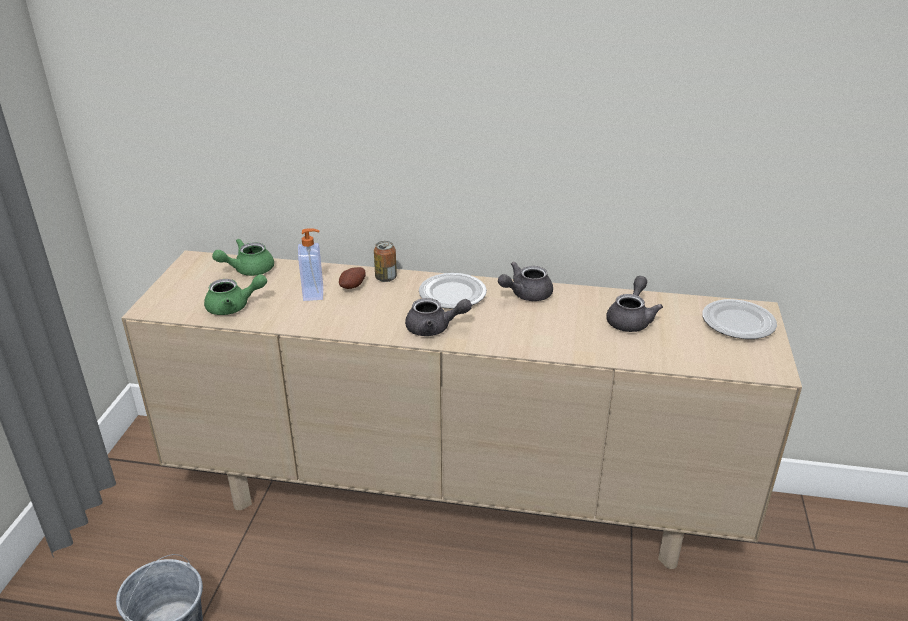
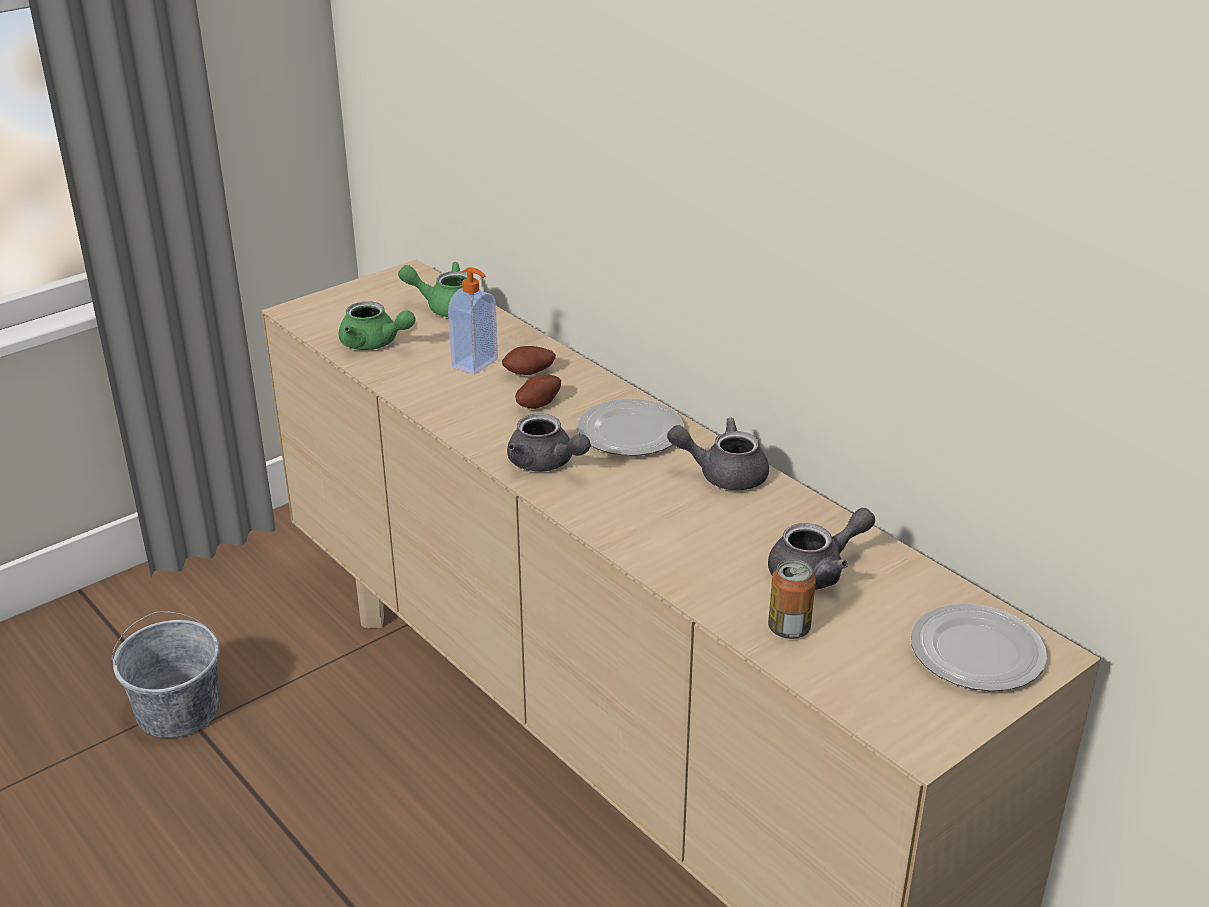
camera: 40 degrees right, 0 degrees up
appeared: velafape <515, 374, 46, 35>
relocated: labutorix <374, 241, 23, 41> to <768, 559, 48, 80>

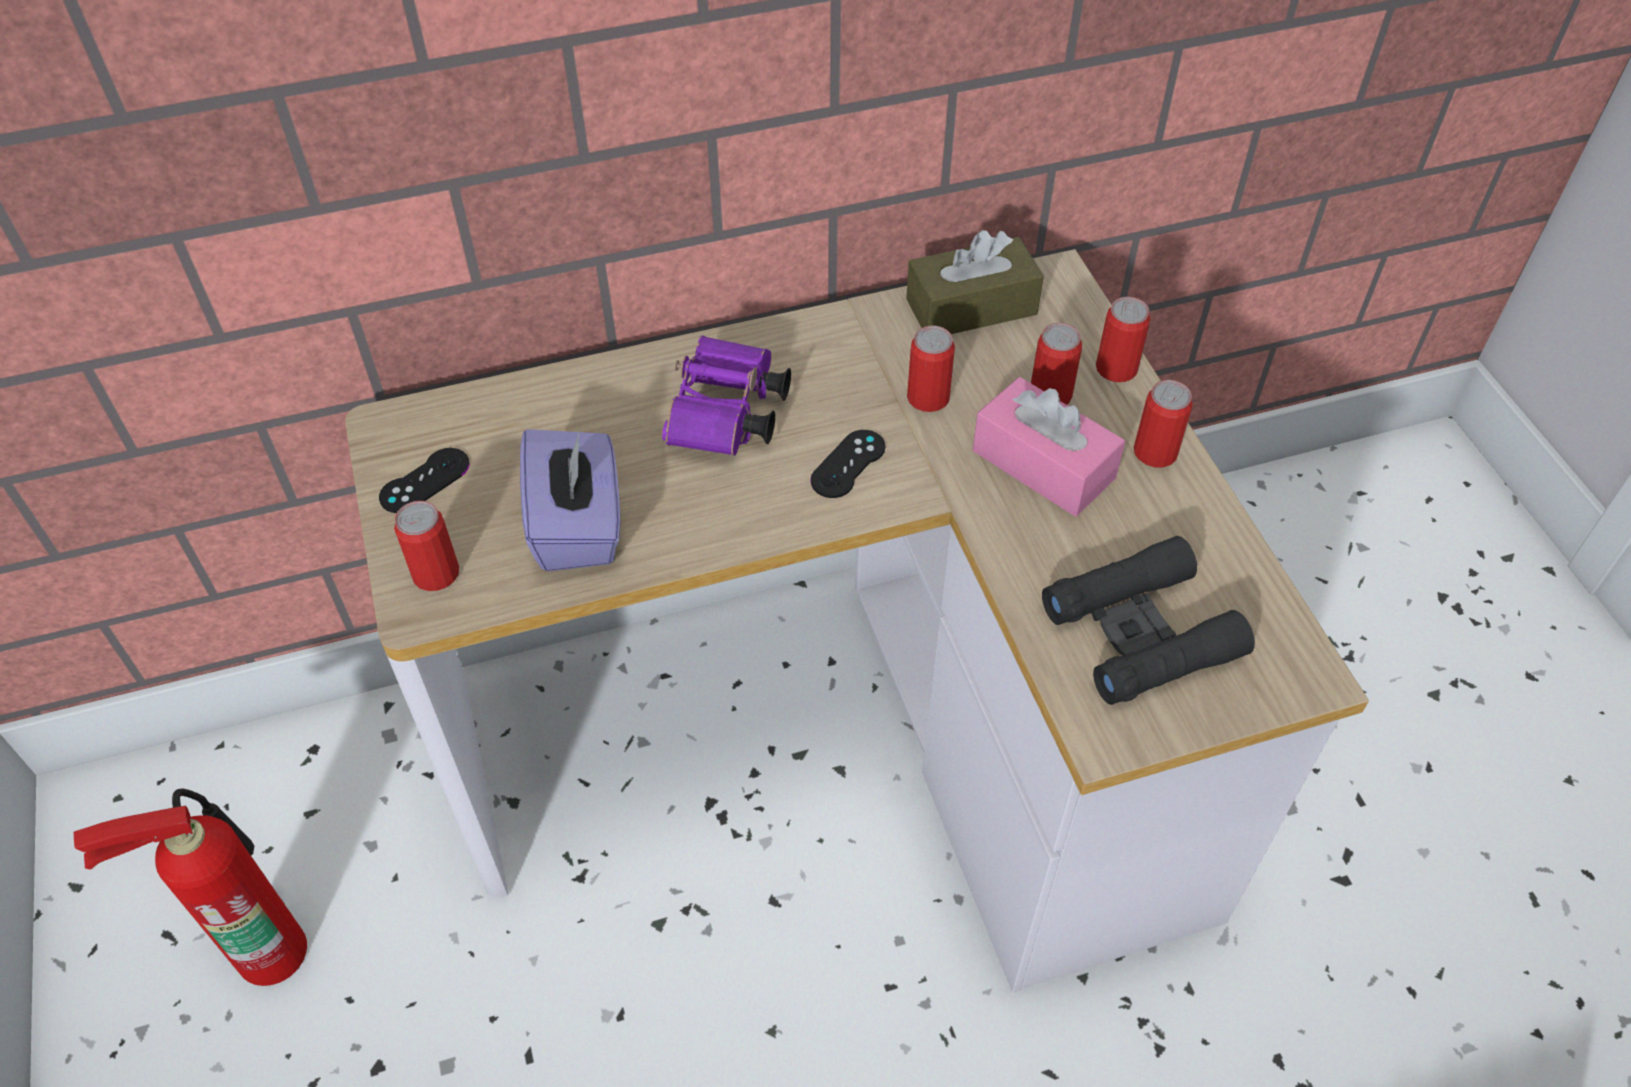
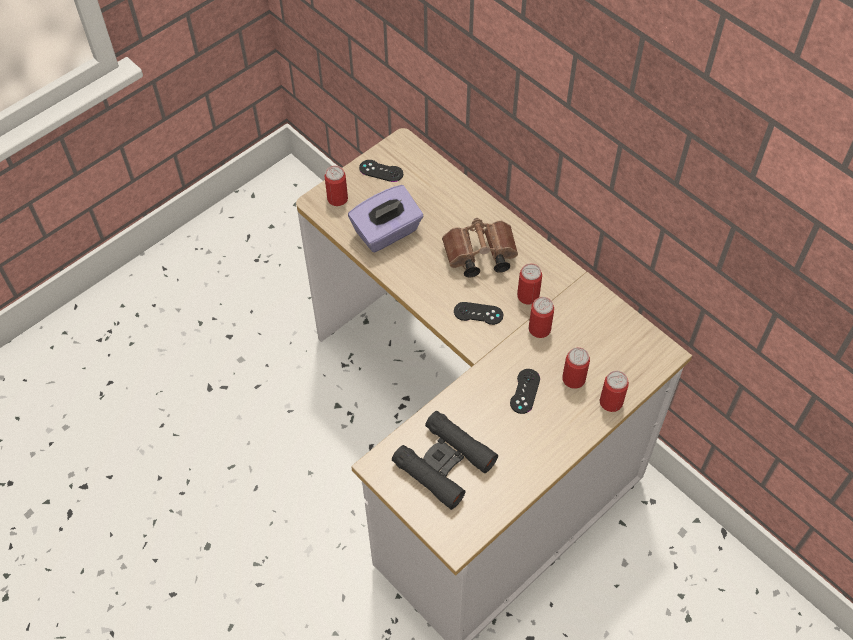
camera: 65 degrees right, 5 degrees up
missing: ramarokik <74, 789, 233, 197>; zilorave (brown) <906, 230, 138, 104>
relocated: labutorix <1134, 380, 59, 88> to <517, 263, 25, 42>
exchanged: zilorave (pink) <973, 377, 152, 139> to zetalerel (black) <510, 369, 30, 45>
colour: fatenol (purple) <662, 336, 129, 120> to fatenol (brown) <442, 218, 76, 60>

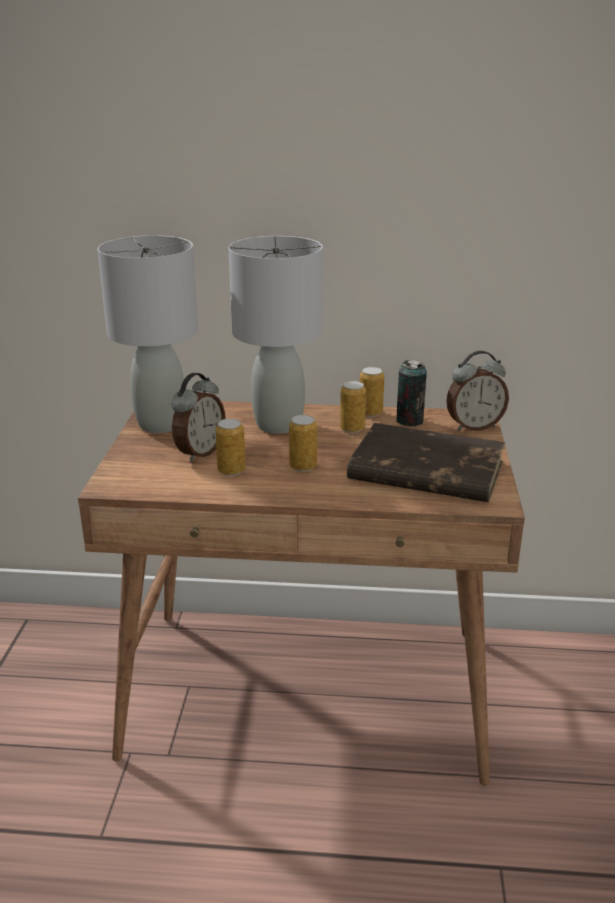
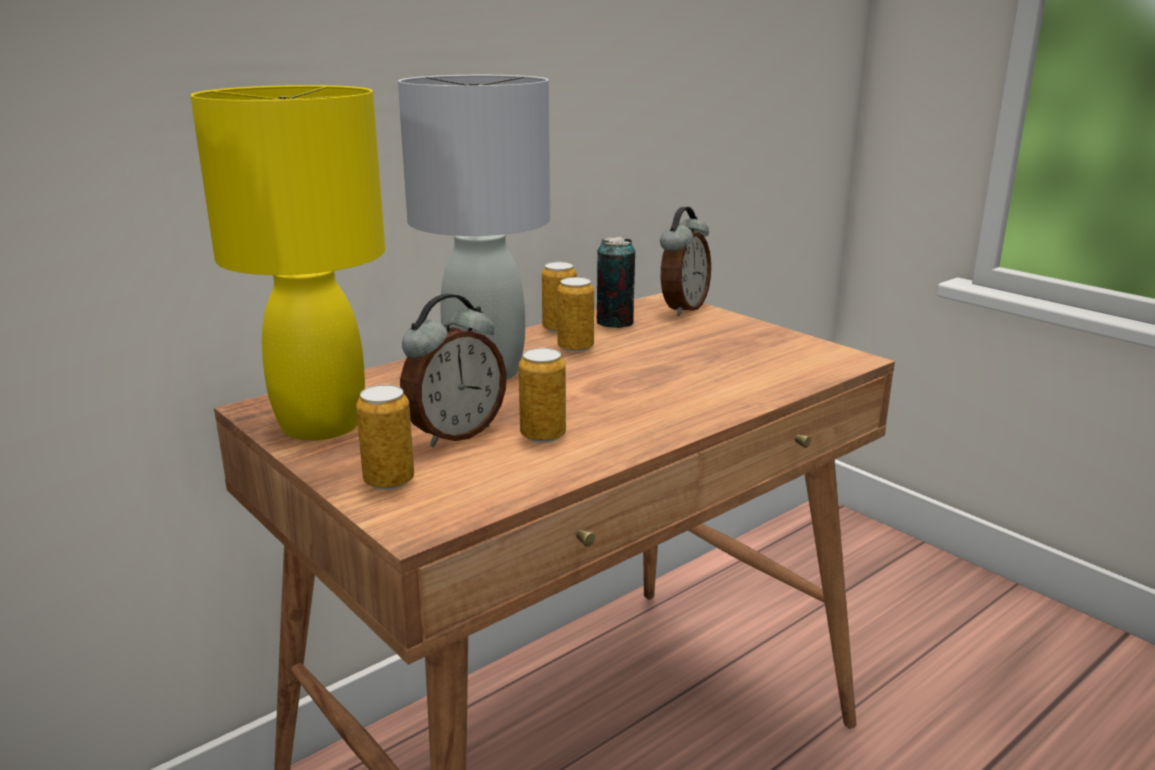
camera: 45 degrees left, 5 degrees down
missing: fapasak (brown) <347, 423, 158, 79>
relocated: labutorix <289, 415, 28, 57> to <356, 385, 58, 105>
colour: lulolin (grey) <97, 235, 101, 198> to lulolin (yellow) <190, 85, 195, 355>
spun: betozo <171, 373, 54, 89> = <400, 294, 106, 153> 60 degrees clockwise

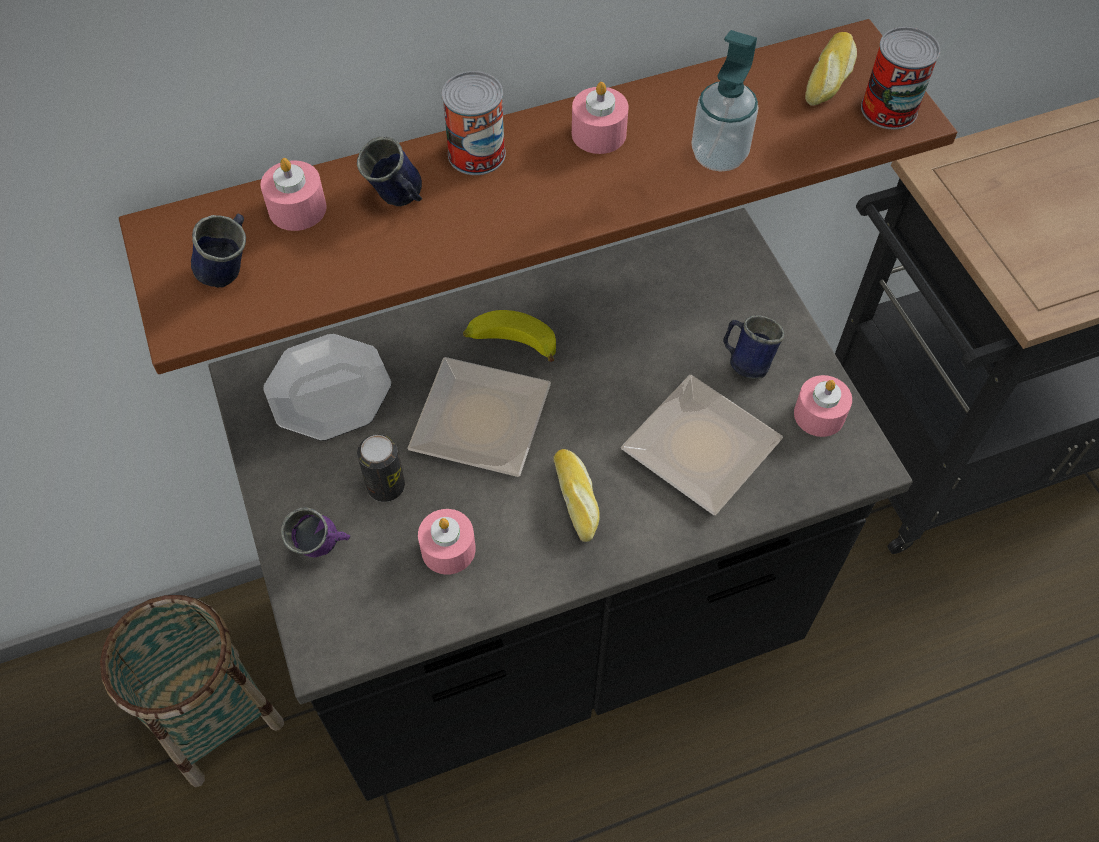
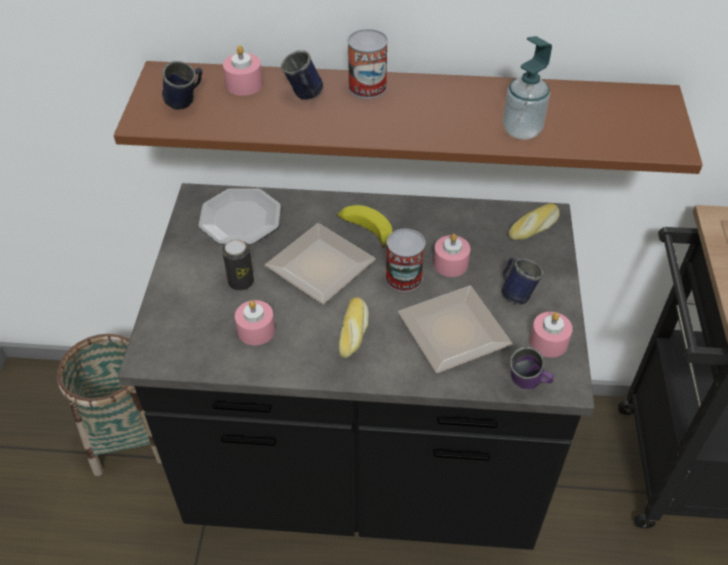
camera: 25 degrees right, 10 degrees down
relocated: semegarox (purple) <281, 508, 69, 49> to <510, 347, 44, 42>; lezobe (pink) <572, 82, 57, 72> to <433, 234, 37, 43>; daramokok <805, 32, 52, 74> to <508, 204, 52, 36>; labutorix <861, 27, 79, 102> to <386, 229, 39, 63>

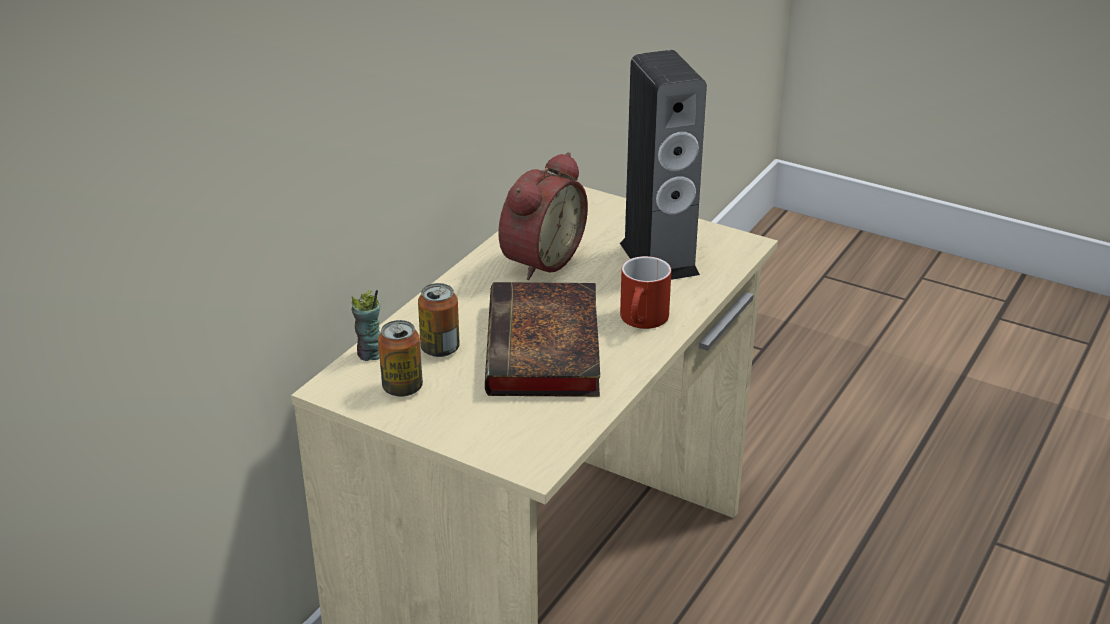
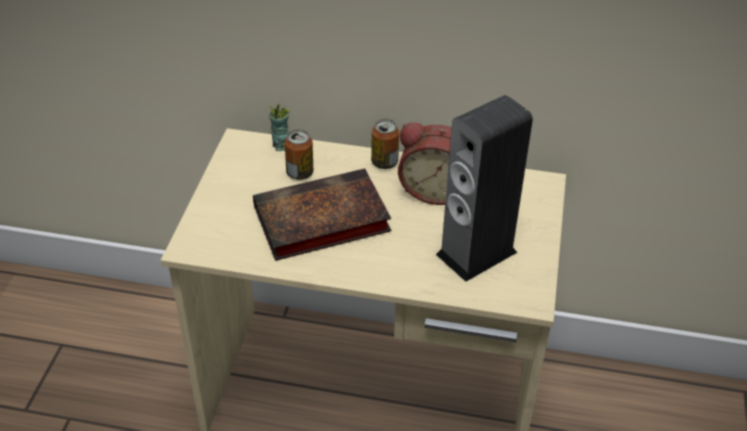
camera: 70 degrees right, 10 degrees up
missing: semegarox (red) <620, 256, 51, 73>
relocated: labutorix <378, 320, 45, 77> to <371, 119, 28, 50>

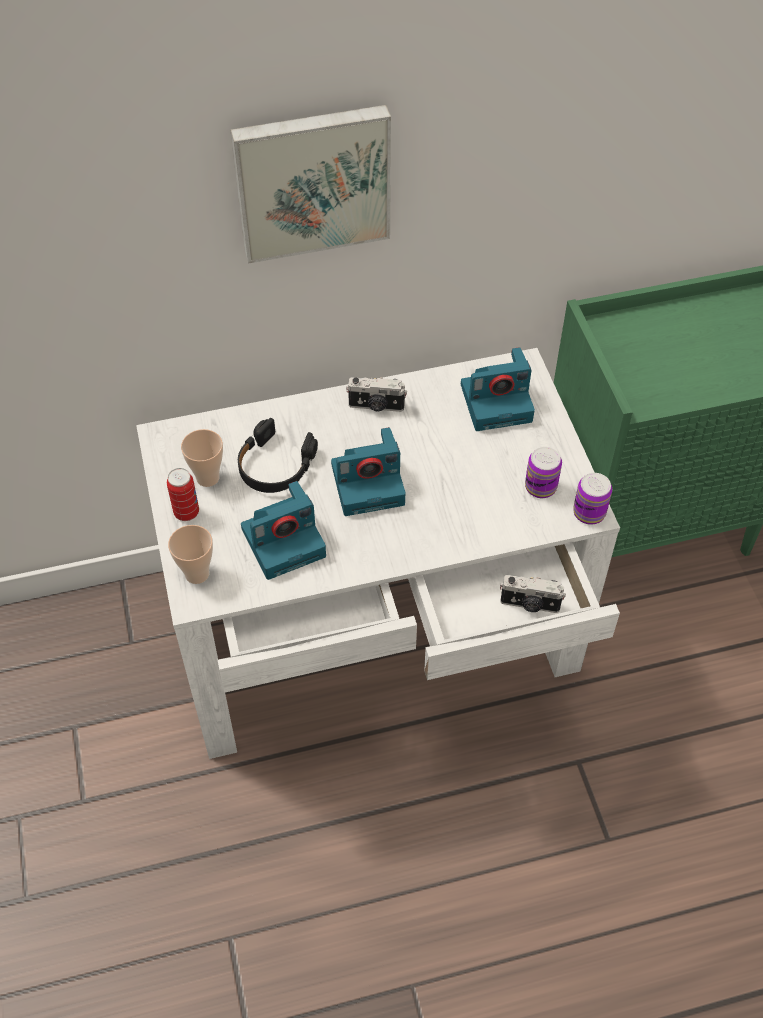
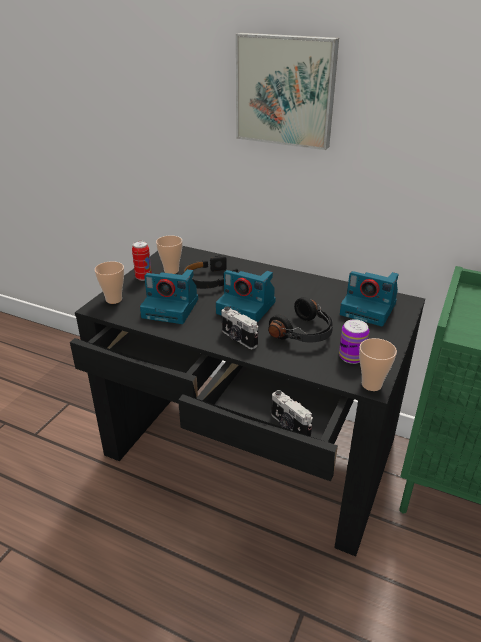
camera: 40 degrees right, 20 degrees down
appeared: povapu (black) <268, 297, 65, 45>
relocated: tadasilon <346, 377, 61, 35> to <221, 306, 37, 43>
exchanged: labutorix <573, 473, 39, 52> to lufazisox <359, 338, 38, 53>
colour: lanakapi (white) <136, 348, 484, 411> to lanakapi (black) <70, 246, 355, 311>

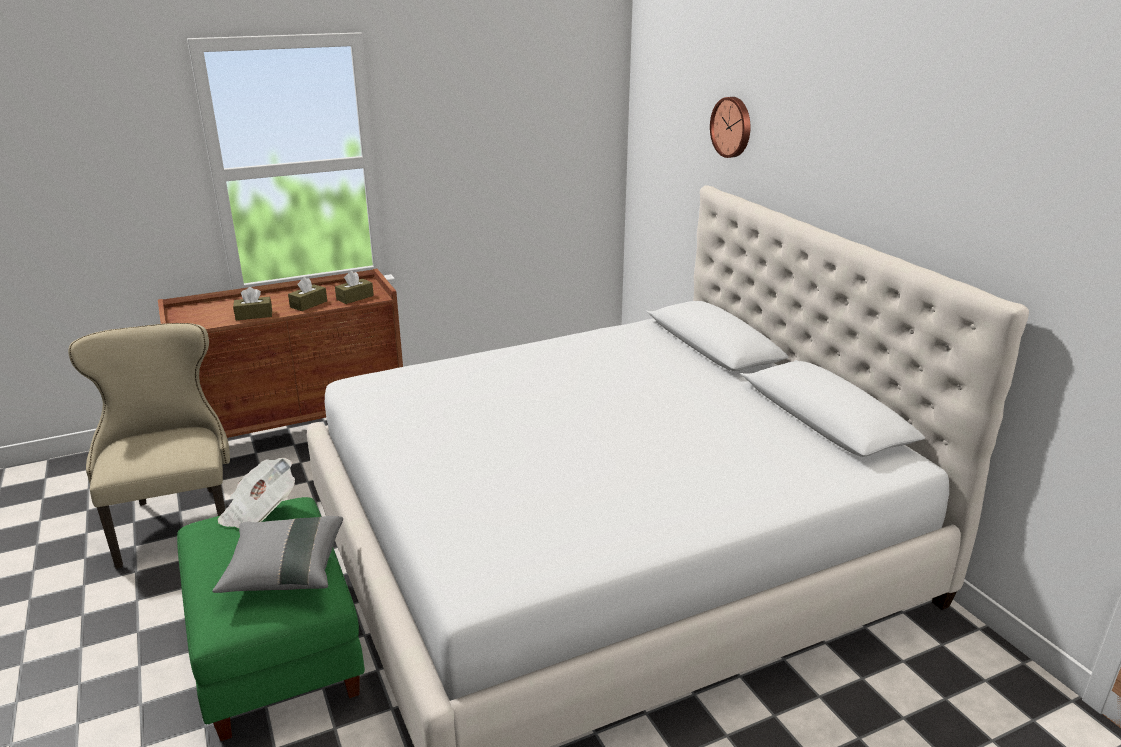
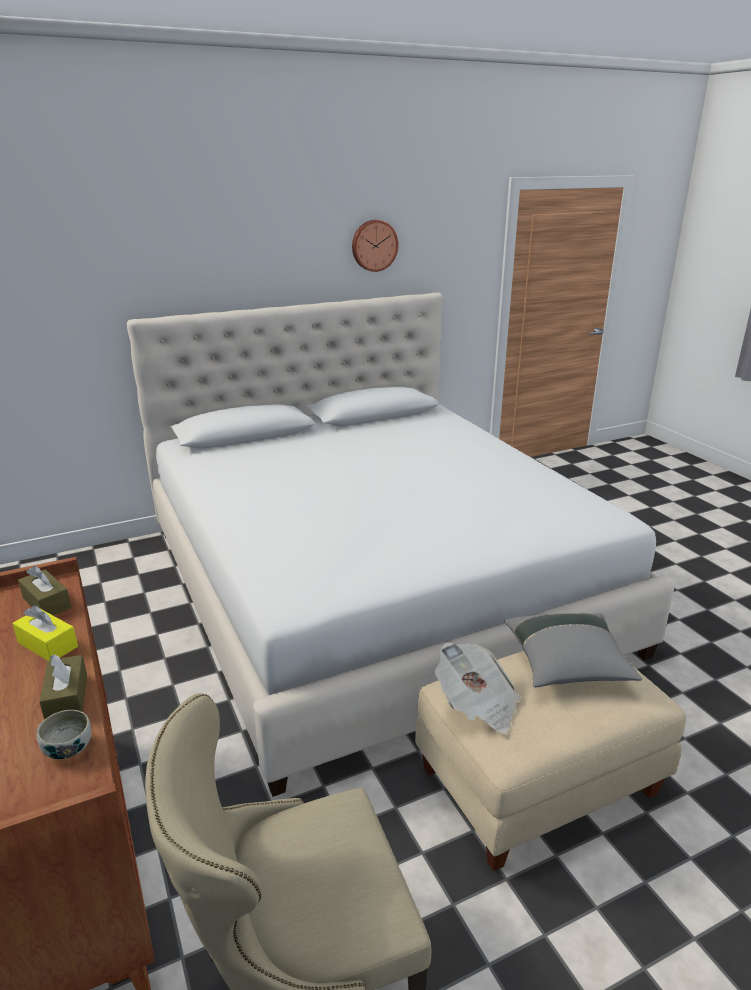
camera: 90 degrees left, 0 degrees up
appeared: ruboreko <37, 710, 54, 49>
relocated: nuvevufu <710, 97, 40, 61> to <352, 220, 47, 52>
colour: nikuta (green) <177, 497, 188, 244> to nikuta (beige) <415, 651, 271, 220>; zilorave (brown) <288, 277, 39, 34> to zilorave (yellow) <12, 605, 66, 56>

